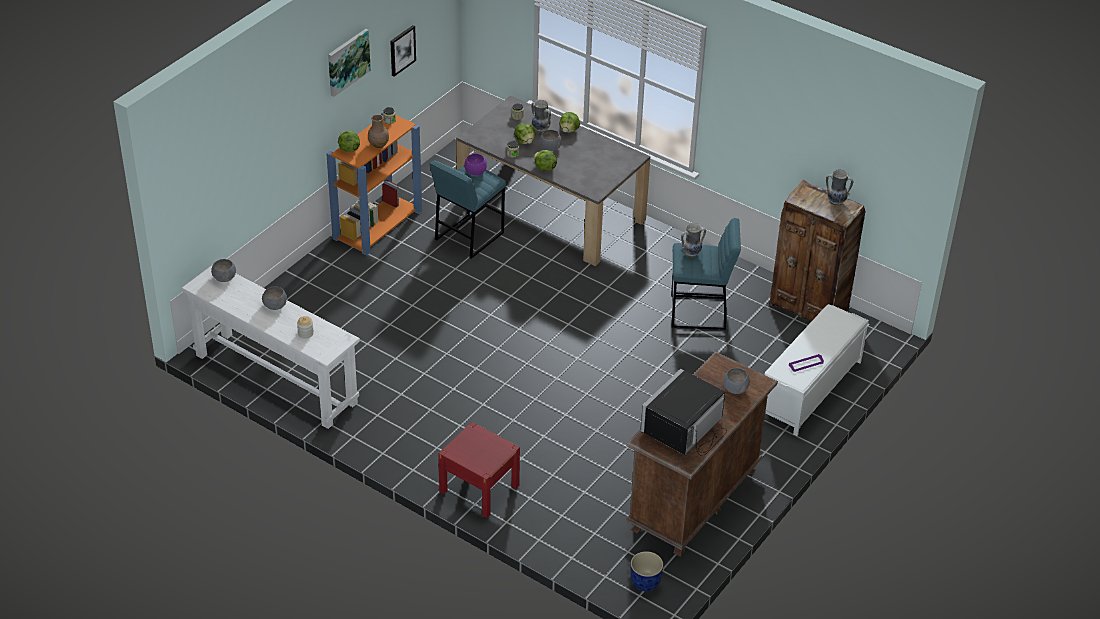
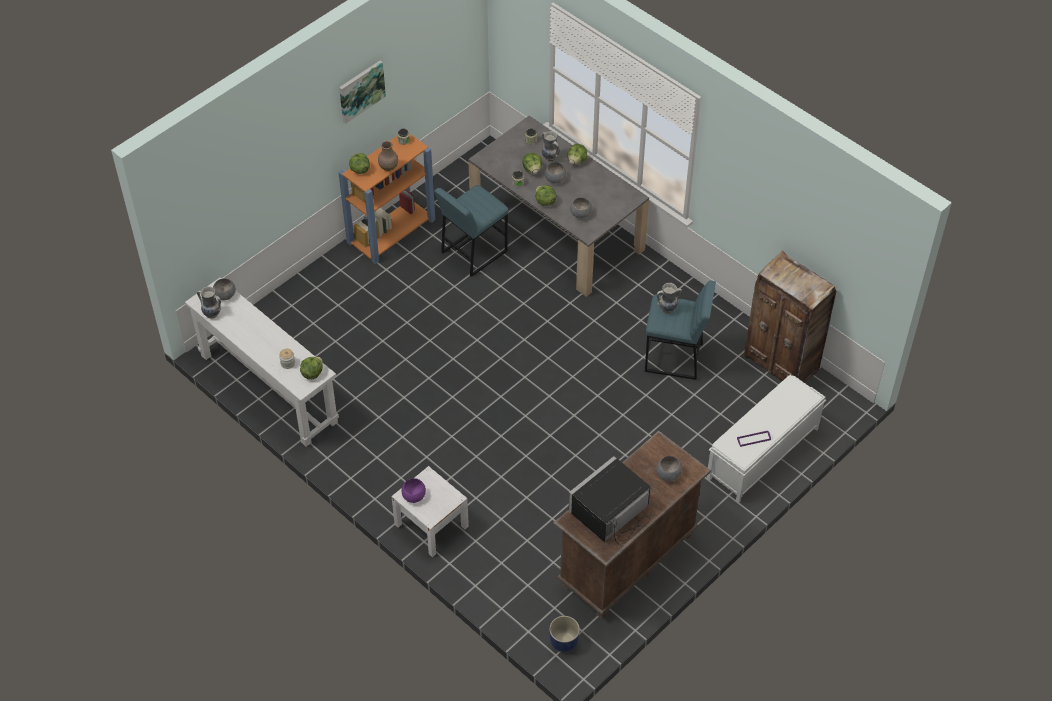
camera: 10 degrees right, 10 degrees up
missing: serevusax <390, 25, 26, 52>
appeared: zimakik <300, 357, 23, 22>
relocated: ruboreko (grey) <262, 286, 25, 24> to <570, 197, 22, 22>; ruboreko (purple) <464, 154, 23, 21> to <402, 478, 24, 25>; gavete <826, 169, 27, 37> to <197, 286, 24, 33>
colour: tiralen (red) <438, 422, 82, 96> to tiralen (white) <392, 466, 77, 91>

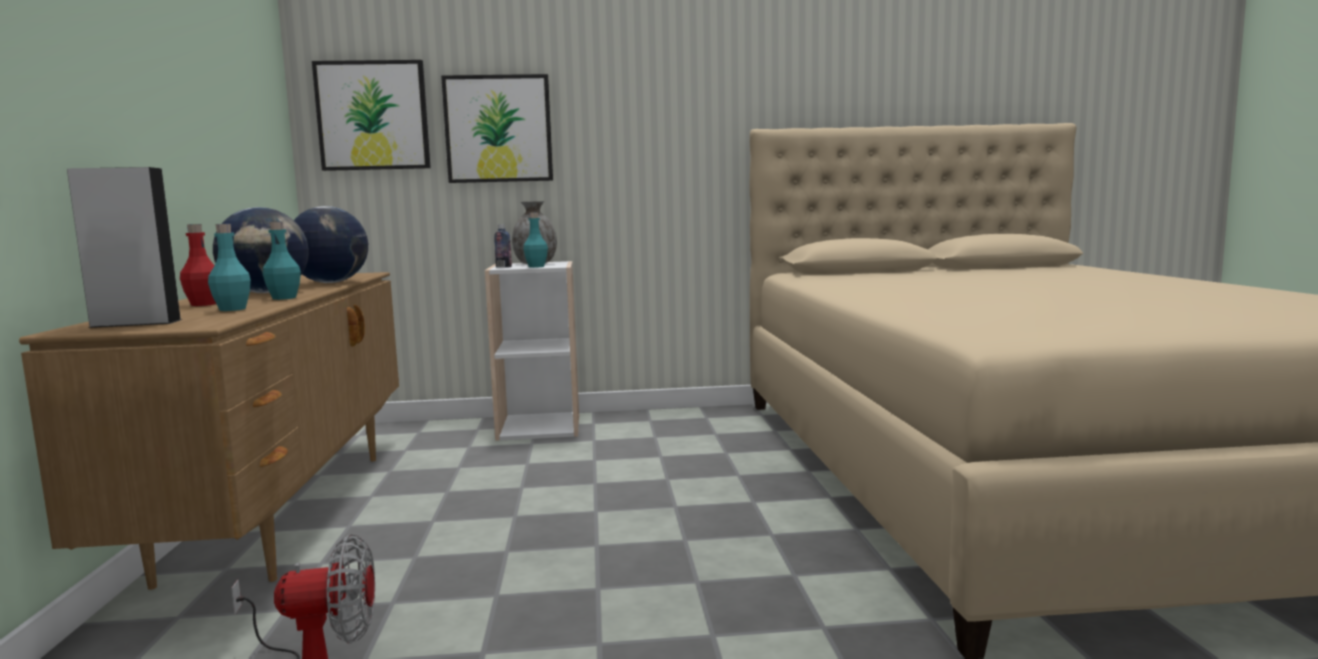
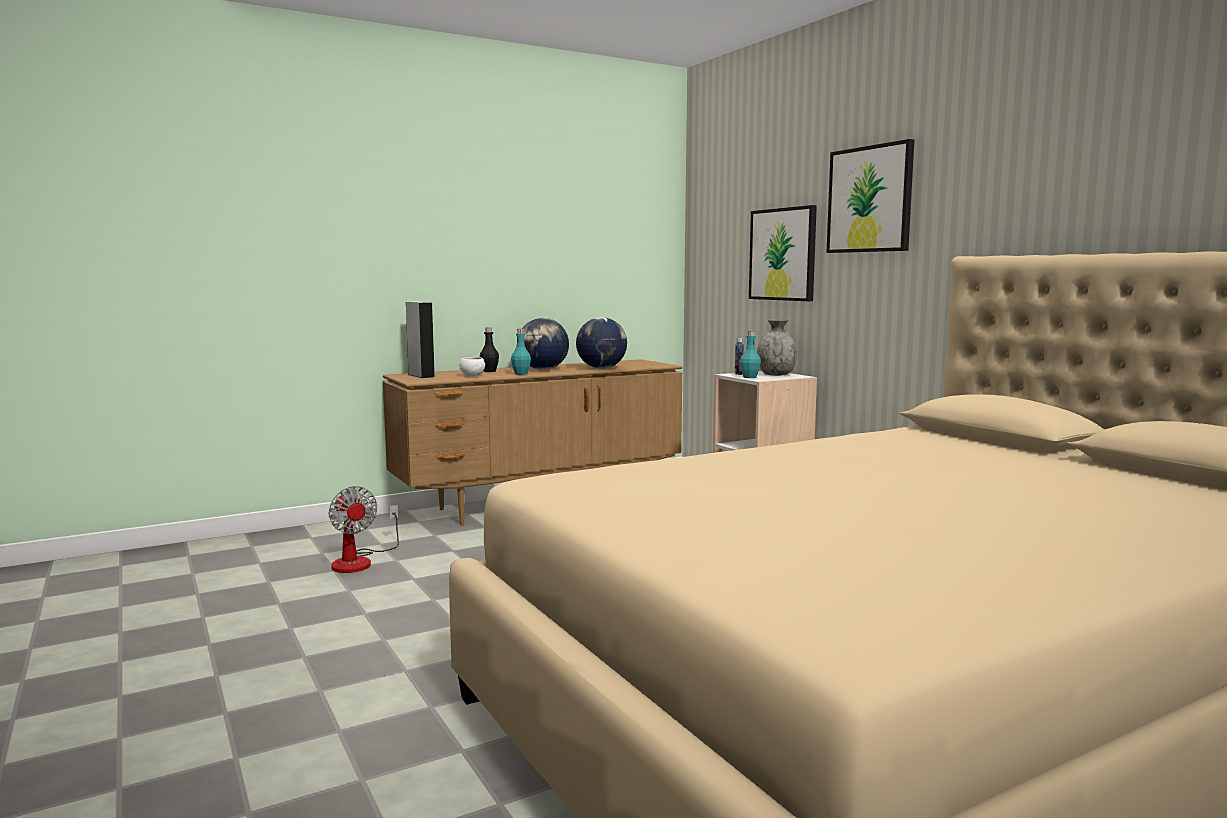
camera: 65 degrees right, 0 degrees up
relocated: serevusax <312, 60, 119, 111> to <826, 139, 88, 114>
exchanged: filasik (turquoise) <208, 224, 43, 87> to ruboreko (white) <459, 357, 26, 19>
colour: filasik (red) <180, 224, 36, 82> to filasik (black) <480, 327, 19, 45>

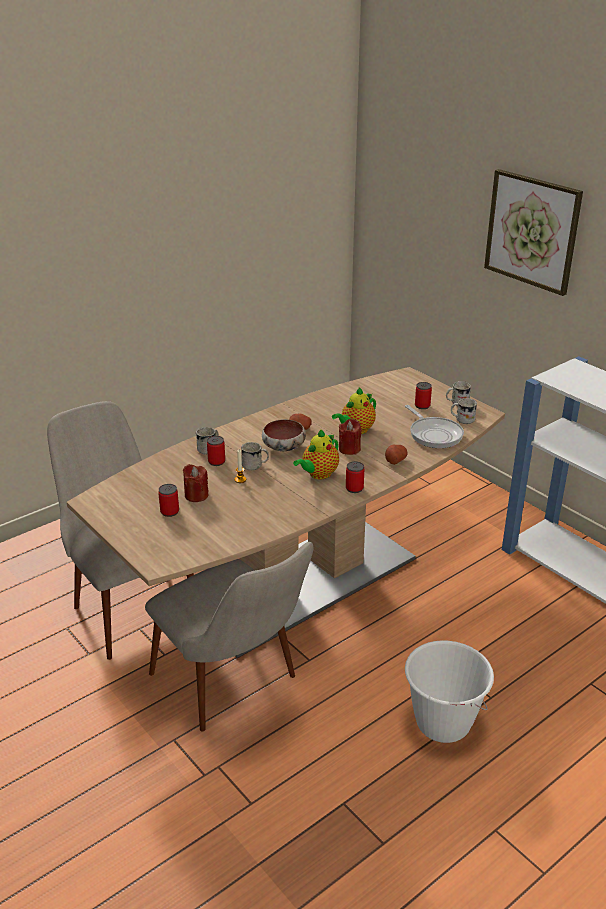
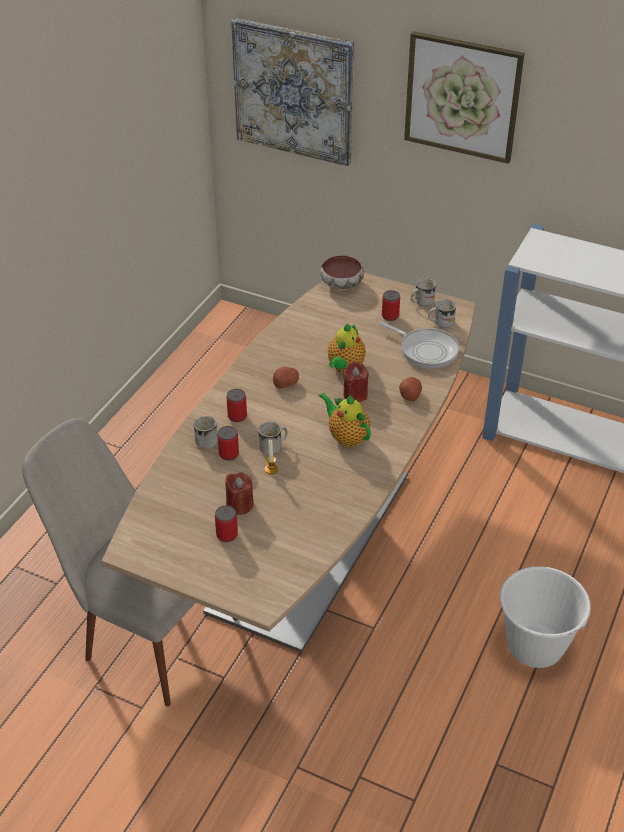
camera: 25 degrees left, 10 degrees up
missing: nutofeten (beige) <145, 542, 169, 190>
appeared: serevusax <231, 18, 123, 148>
relocated: ruboreko <262, 419, 44, 32> to <320, 255, 44, 34>; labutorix <346, 461, 19, 32> to <227, 389, 20, 33>
spun: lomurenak <293, 429, 46, 50> = <319, 392, 52, 55> 120 degrees clockwise

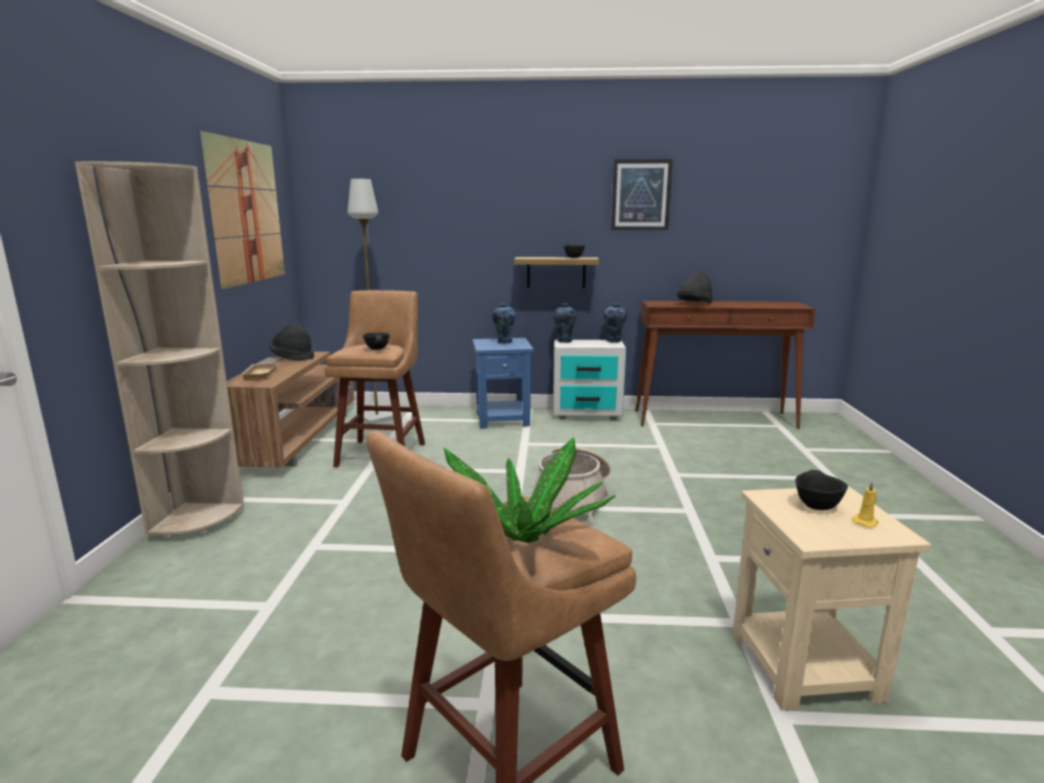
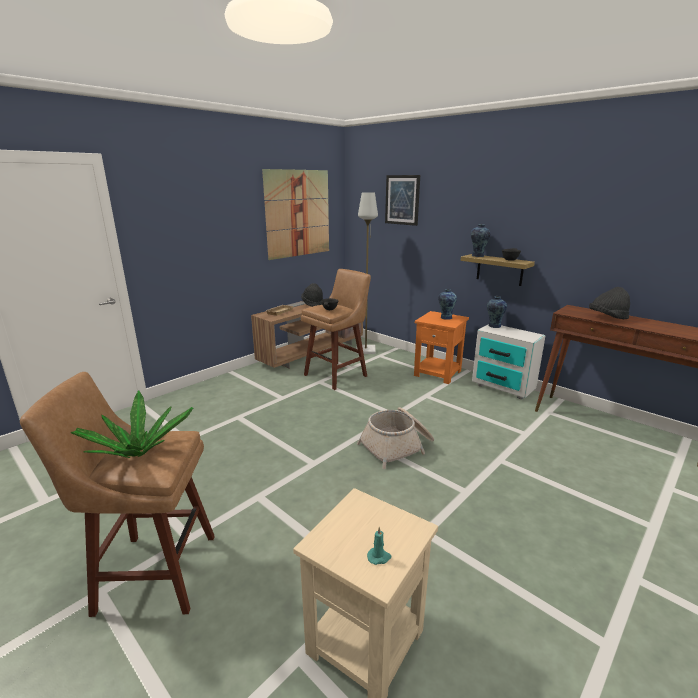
camera: 40 degrees right, 5 degrees up
missing: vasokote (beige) <75, 161, 169, 378>; ruboreko (black) <795, 470, 53, 40>
relocated: gavete <604, 303, 23, 40> to <471, 224, 19, 33>; serevusax <611, 159, 62, 71> to <385, 175, 35, 51>
colour: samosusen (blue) <473, 338, 61, 90> to samosusen (orange) <414, 311, 55, 73>; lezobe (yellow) <852, 481, 26, 47> to lezobe (turquoise) <367, 526, 24, 39>

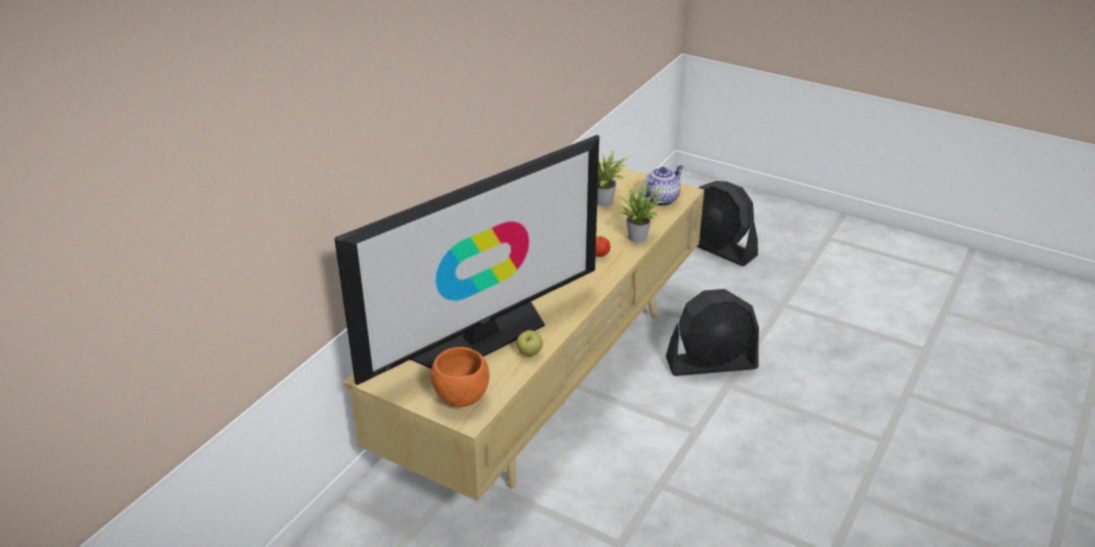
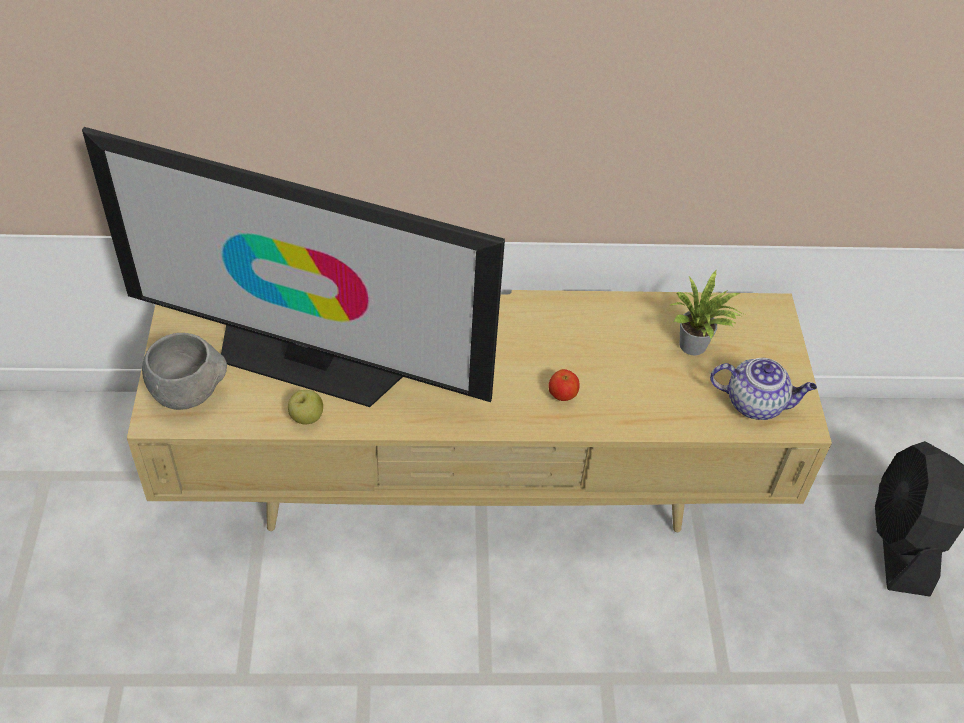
camera: 55 degrees right, 15 degrees up
missing: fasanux <617, 182, 48, 61>; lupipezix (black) <666, 289, 93, 87>
colour: ruboreko (orange) <431, 347, 59, 60> to ruboreko (grey) <142, 333, 85, 77>

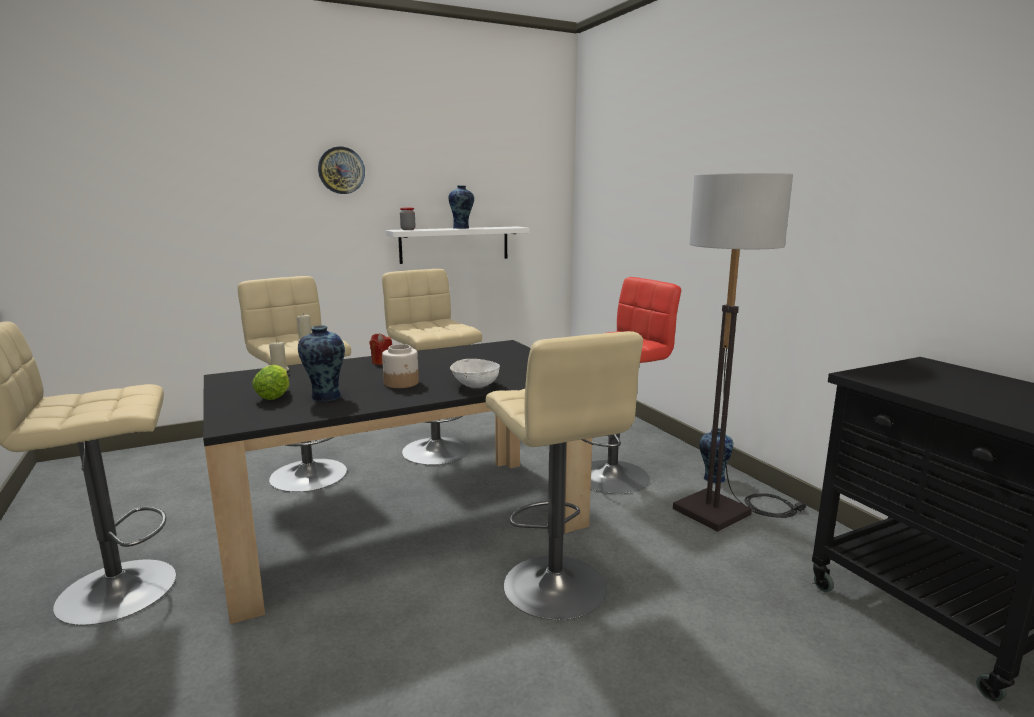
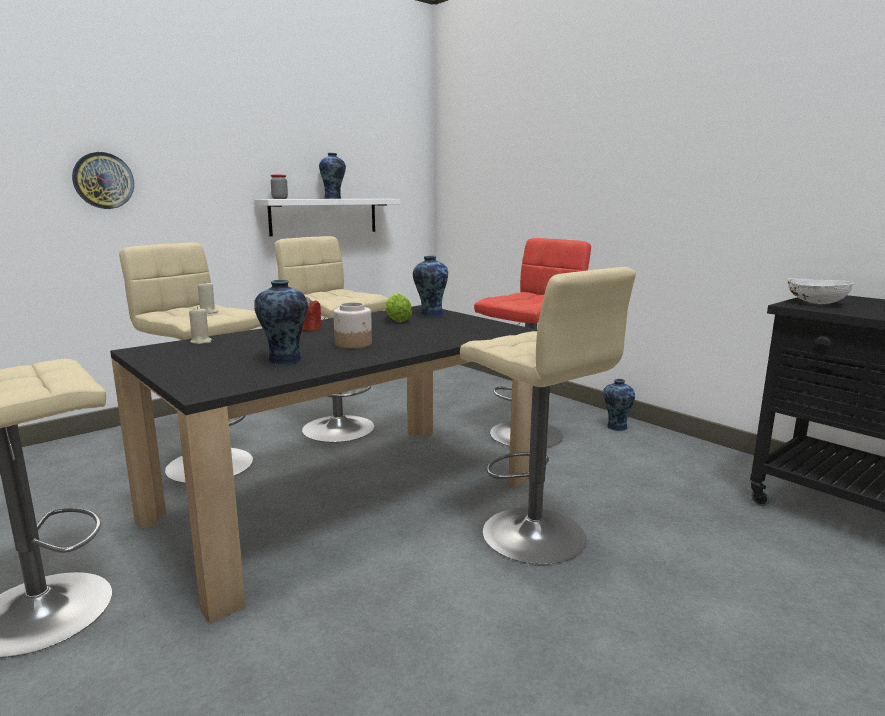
camera: 15 degrees left, 0 degrees up
missing: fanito <673, 173, 133, 359>
appeared: gavete <413, 256, 35, 61>
relocated: zimakik <252, 365, 37, 35> to <385, 293, 27, 29>; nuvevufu <318, 146, 47, 48> to <72, 152, 62, 57>; ruboreko (white) <450, 359, 50, 29> to <788, 278, 65, 26>

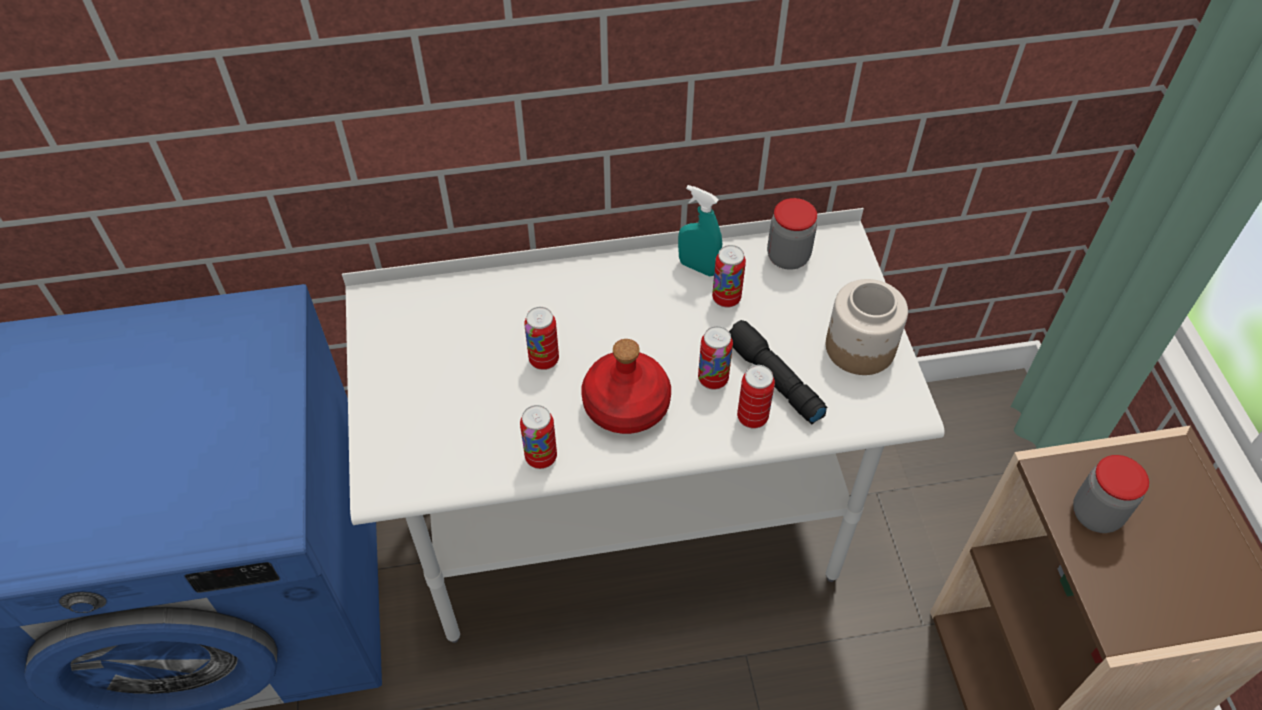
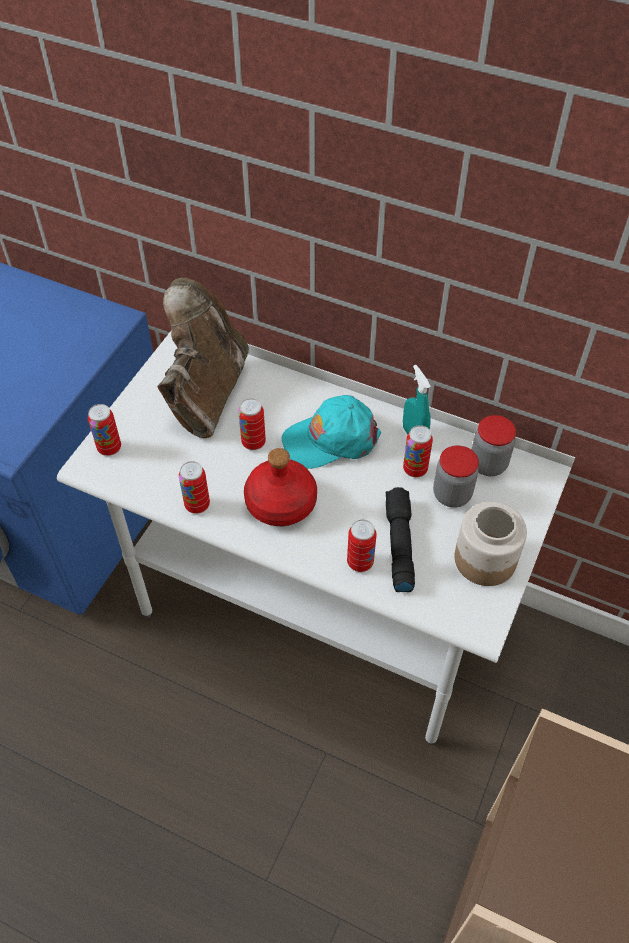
camera: 35 degrees right, 0 degrees up
appeared: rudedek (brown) <157, 278, 92, 160>; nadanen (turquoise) <282, 395, 99, 74>
relocated: labutorix <698, 326, 35, 64> to <88, 404, 33, 52>; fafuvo <1073, 455, 76, 78> to <433, 445, 46, 62>

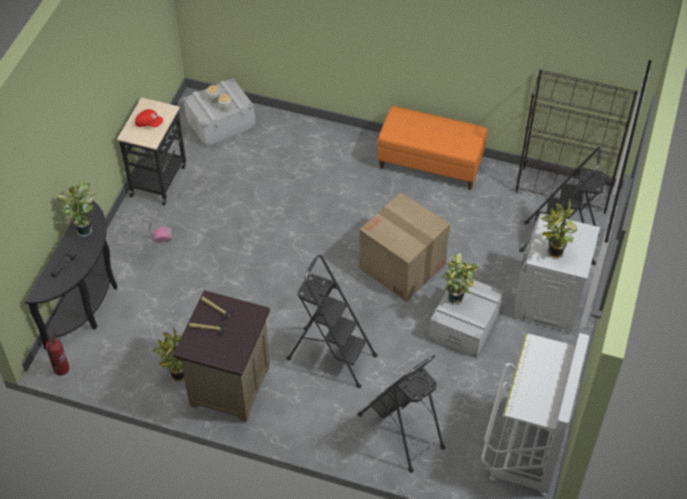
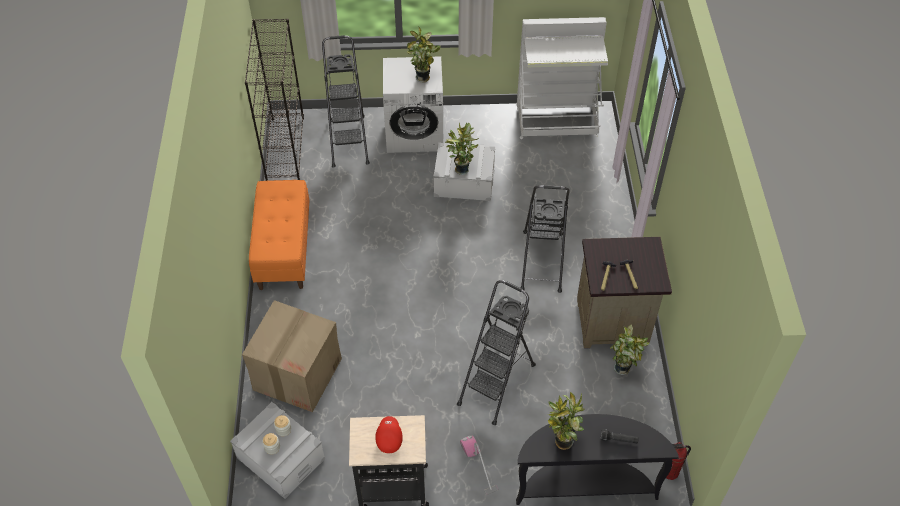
camera: 110 degrees left, 0 degrees up
relocated: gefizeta <357, 355, 89, 118> to <457, 280, 79, 145>; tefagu <359, 193, 92, 108> to <242, 300, 100, 112>

